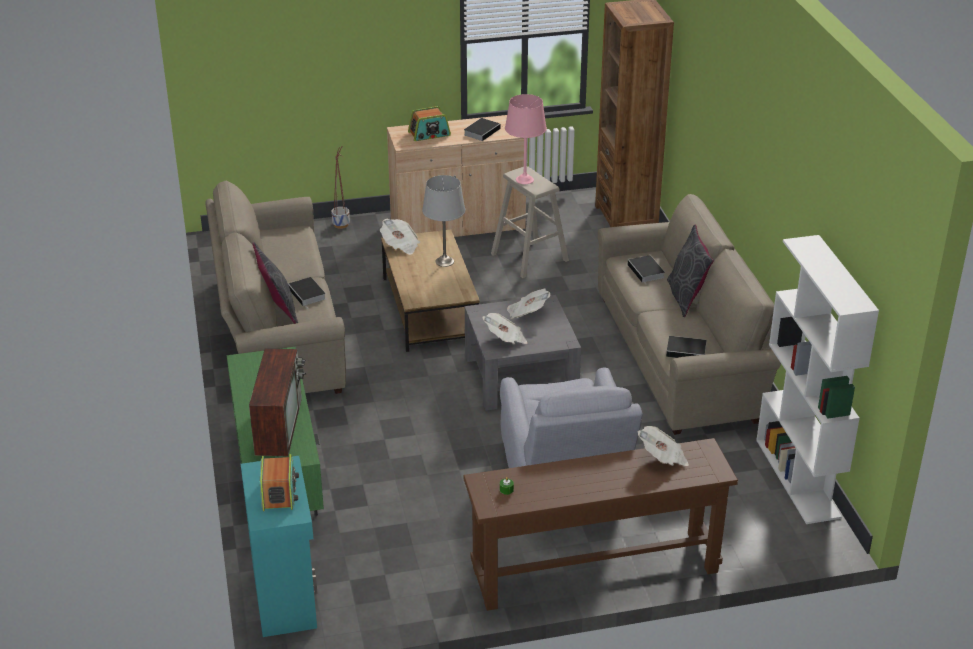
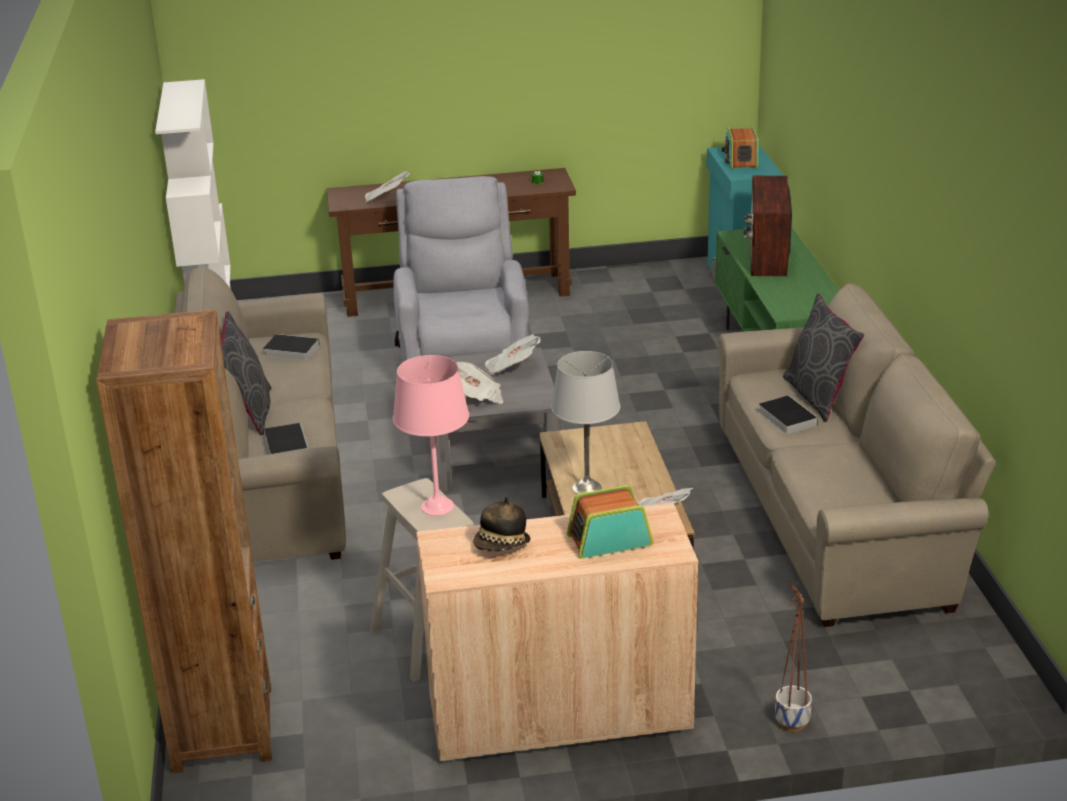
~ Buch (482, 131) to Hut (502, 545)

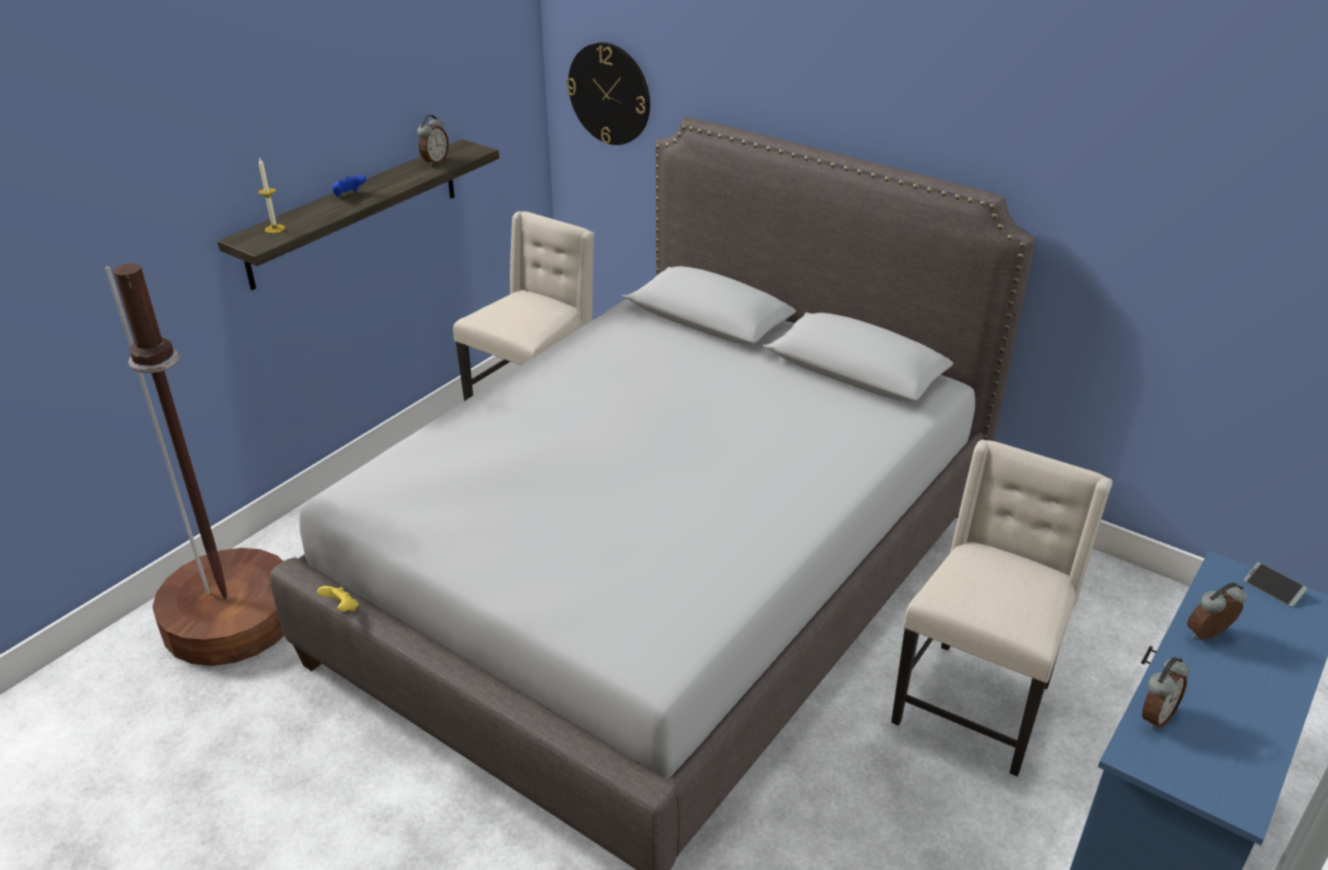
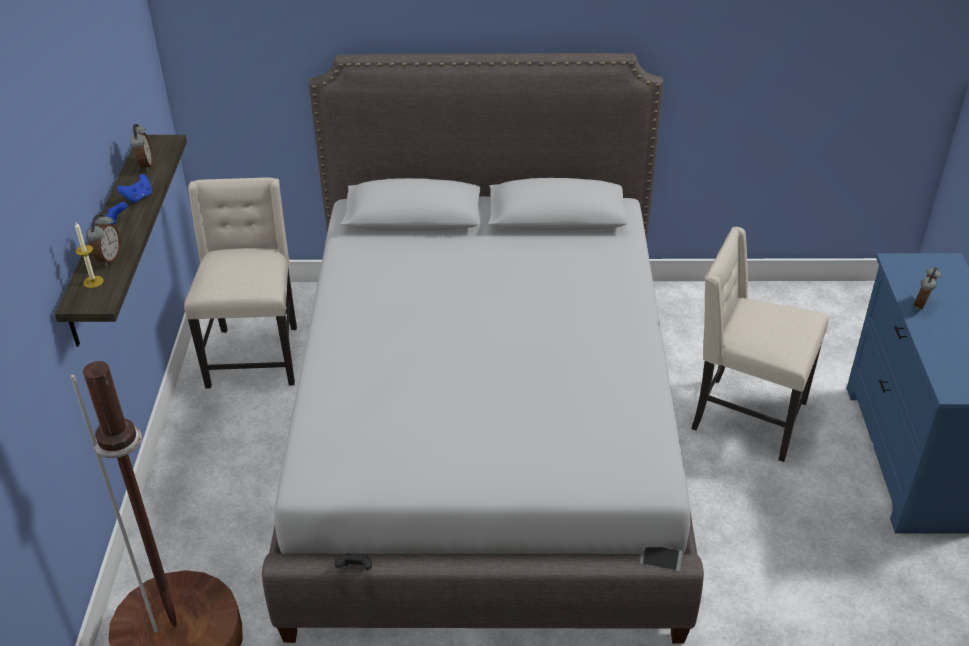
- Wanduhr (609, 94)
+ Gamepad (blau) (138, 198)
~ Wecker (1155, 716) to (109, 258)
~ Handy (1273, 589) to (660, 560)
~ Gamepad (gelb) (341, 608) to Gamepad (schwarz) (355, 569)
~ Stuhl (beige) (975, 703) = (746, 416) 60 degrees counterclockwise

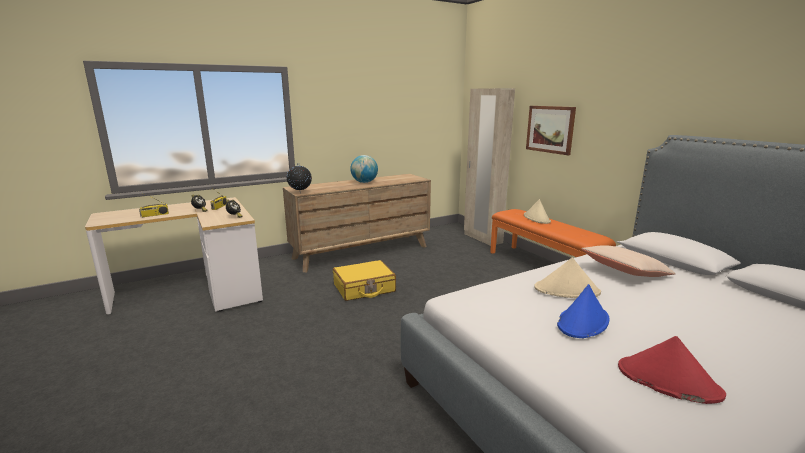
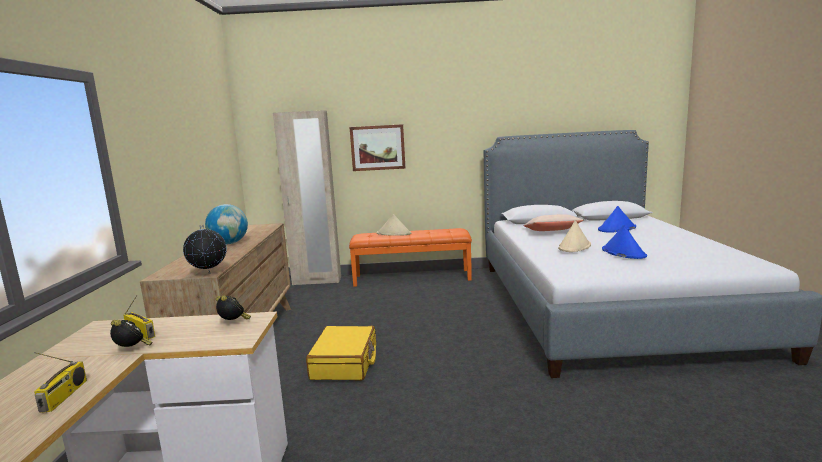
- Hut (rot) (667, 381)
+ Hut (blau) (616, 229)

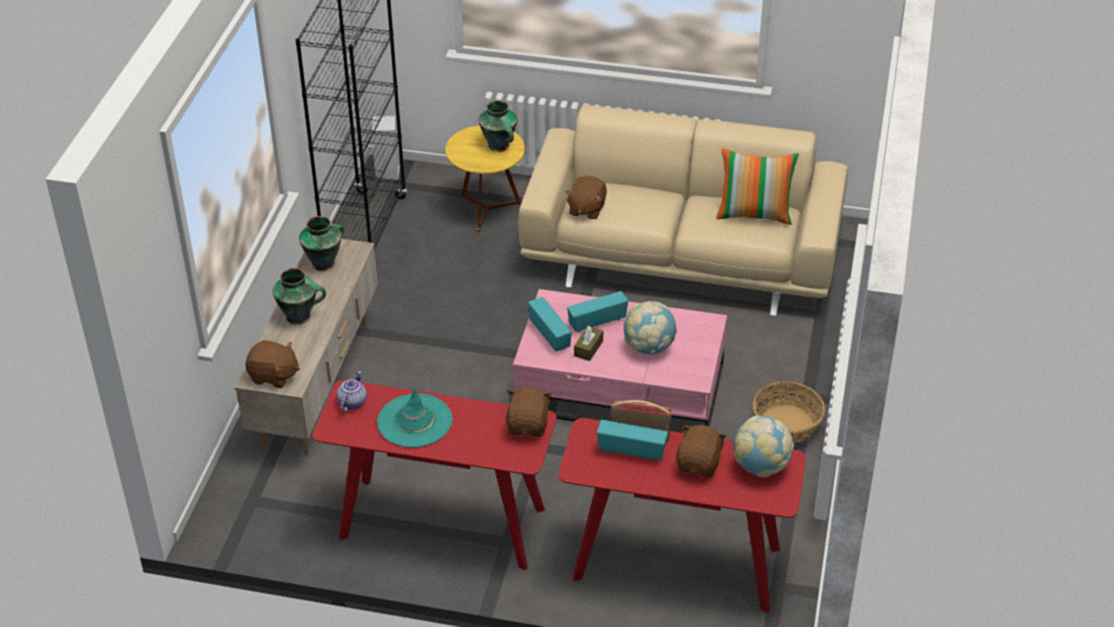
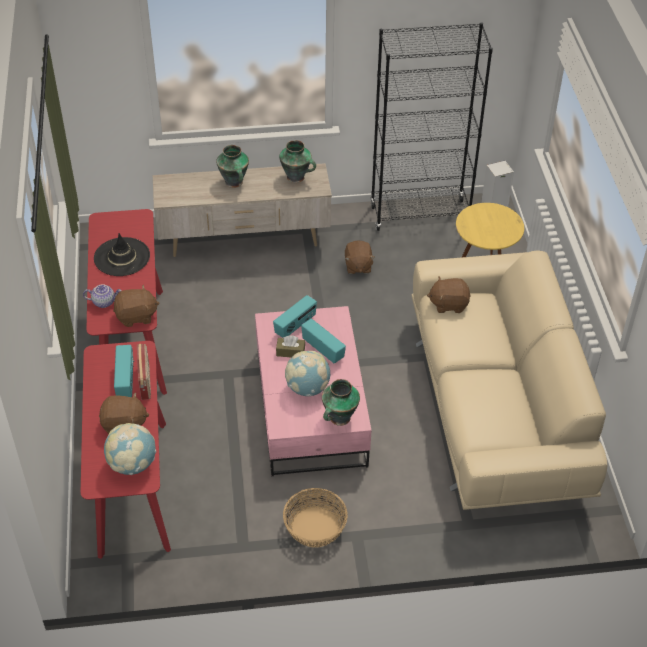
- Kissen (754, 214)
~ Plüschtier (braun) (273, 376) to (358, 266)
~ Teekanne (352, 402) to (104, 302)
~ Vase (499, 146) to (339, 418)
~ Hut (türkis) (414, 421) to Hut (schwarz) (122, 257)

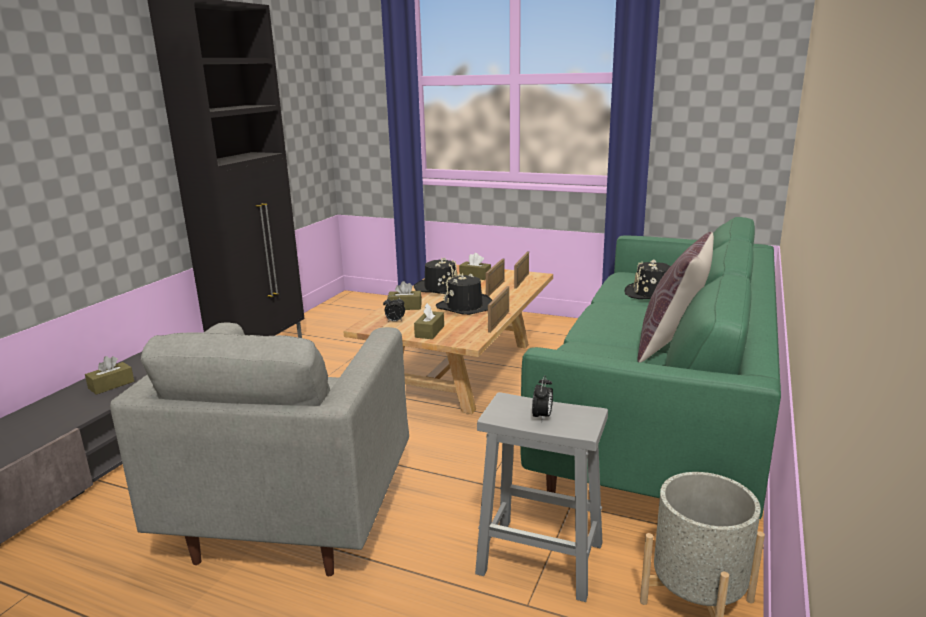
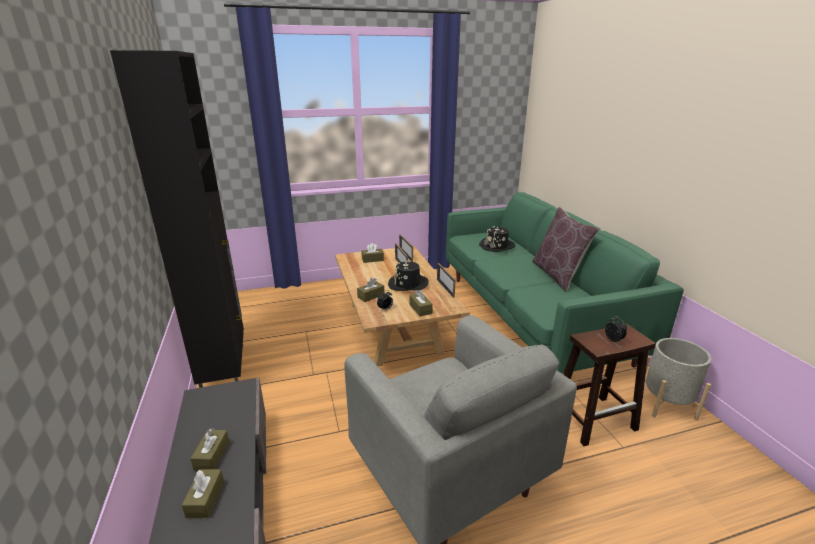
- Hut (schwarz) (440, 288)
+ Taschentuchbox (braun) (205, 499)
~ Hocker (grau) (542, 558) to Hocker (braun) (594, 419)

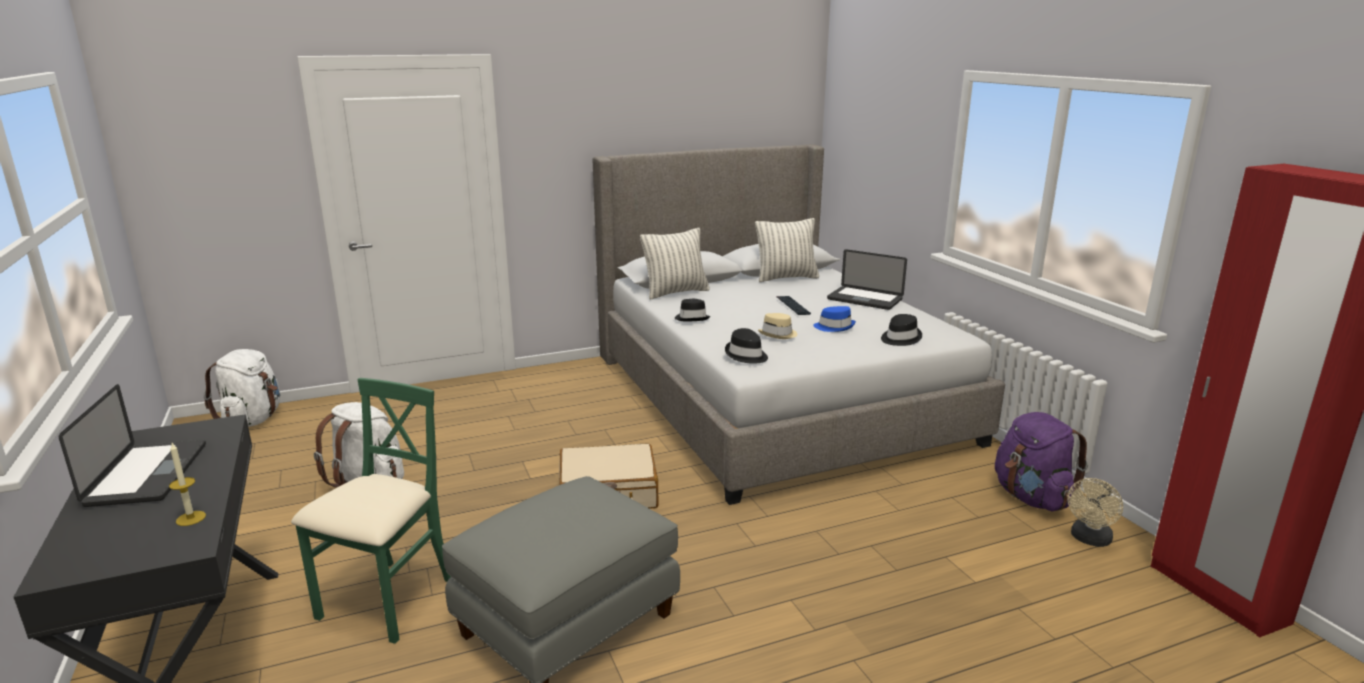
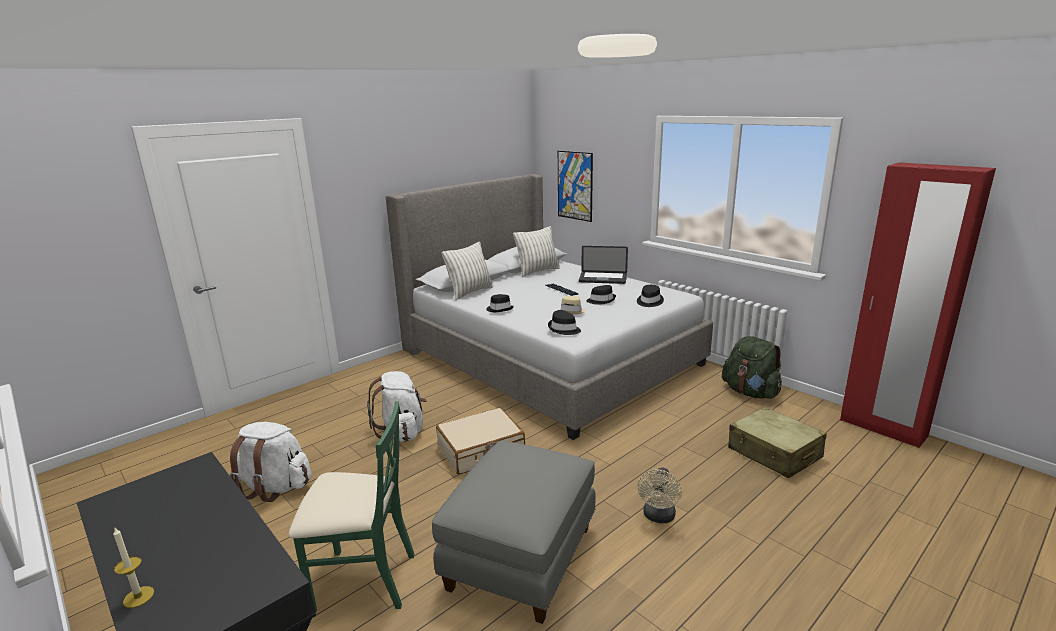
- Laptop (147, 474)
+ Bild (575, 185)
+ Koffer (beige) (774, 453)
~ Kerze (191, 518) to (138, 597)
~ Rucksack (weiß) (252, 420) to (402, 431)
~ Ventilator (beige) (1089, 540) to (658, 517)
~ Hut (blau) (834, 327) to Hut (schwarz) (601, 300)
~ Rucksack (lila) (1031, 497) to Rucksack (grün) (750, 392)
~ Stuhl (grün) (387, 600) = (363, 581) 90 degrees clockwise

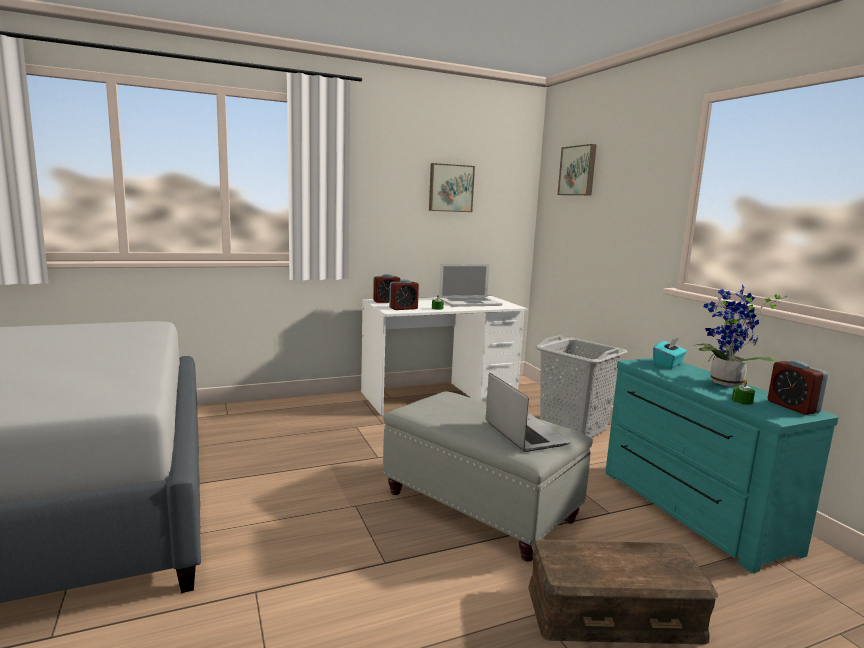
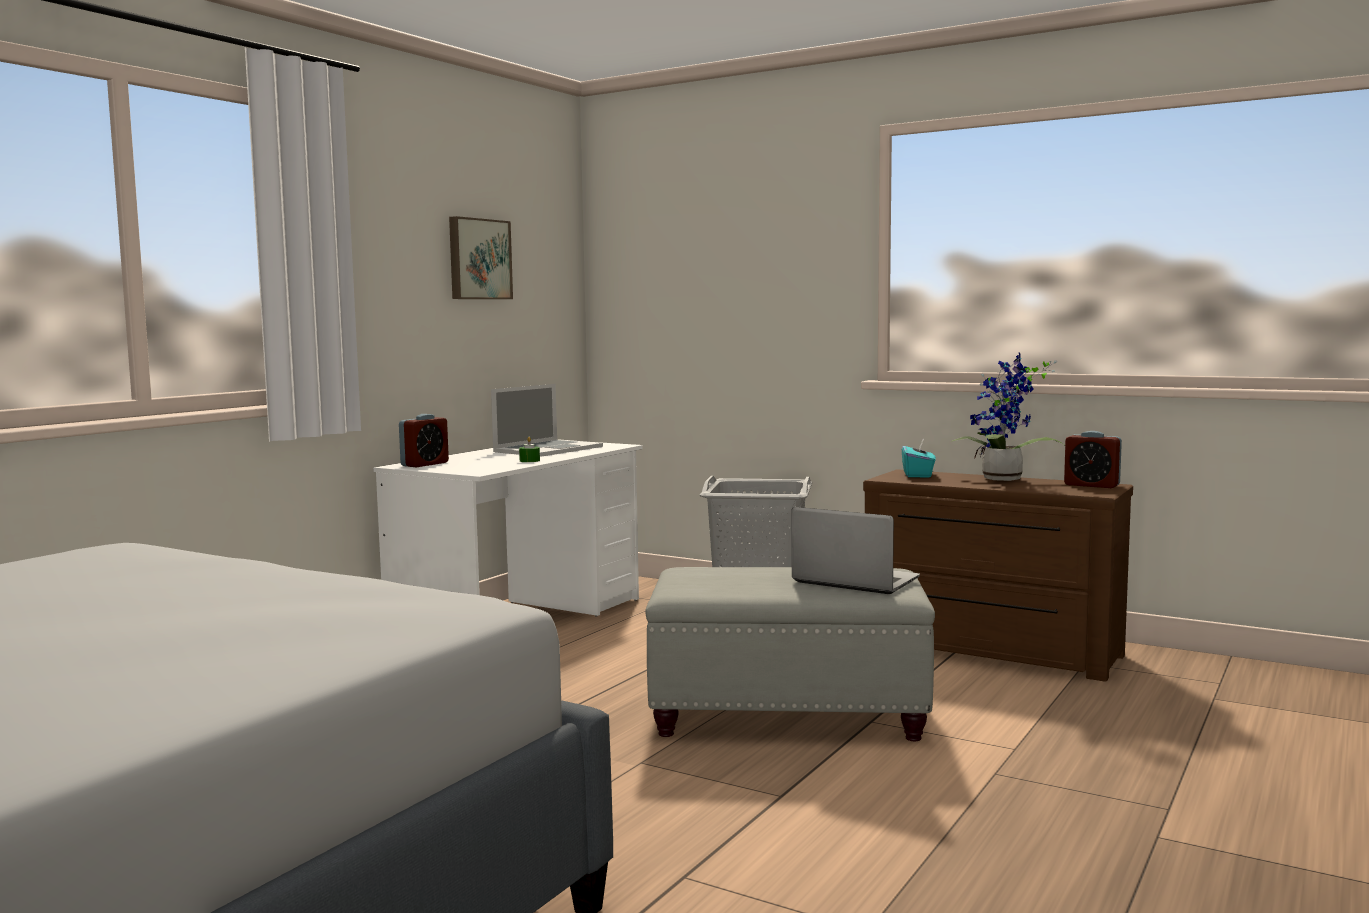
- Wecker (403, 308)
- Aufbewahrungsbox (braun) (613, 611)
- Bild (578, 170)
- Kerze (grün) (742, 401)
~ Kommode (türkis) (690, 510) to Kommode (braun) (989, 651)

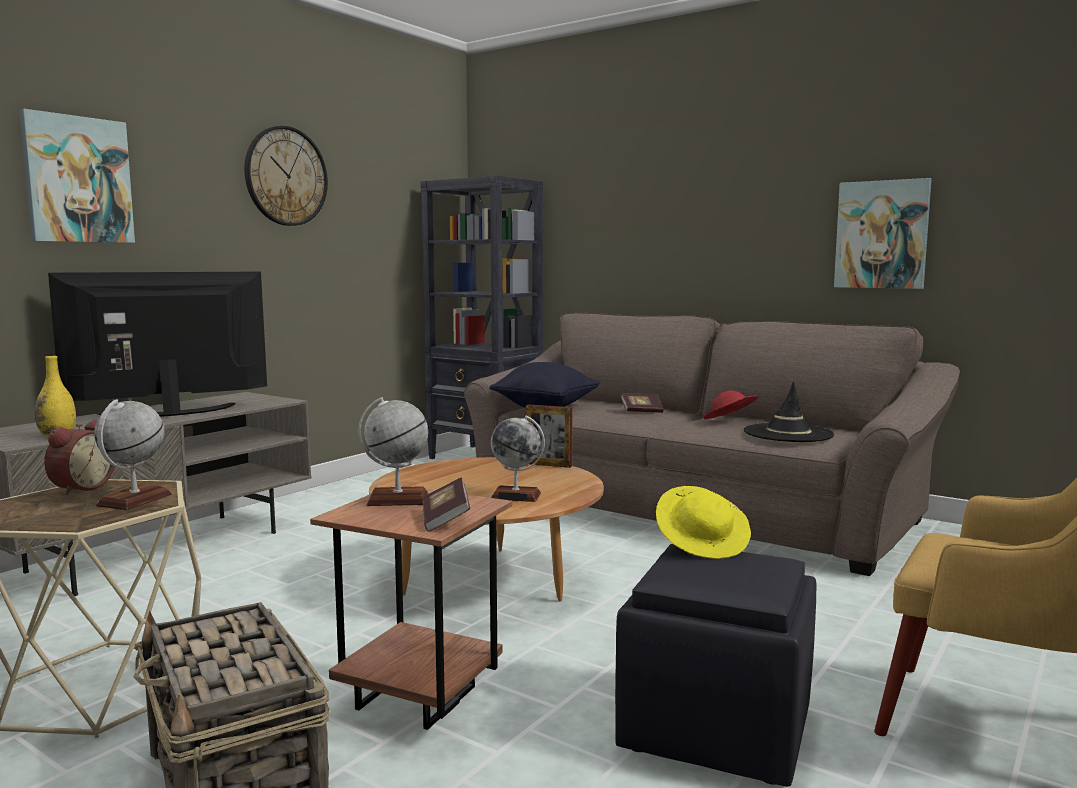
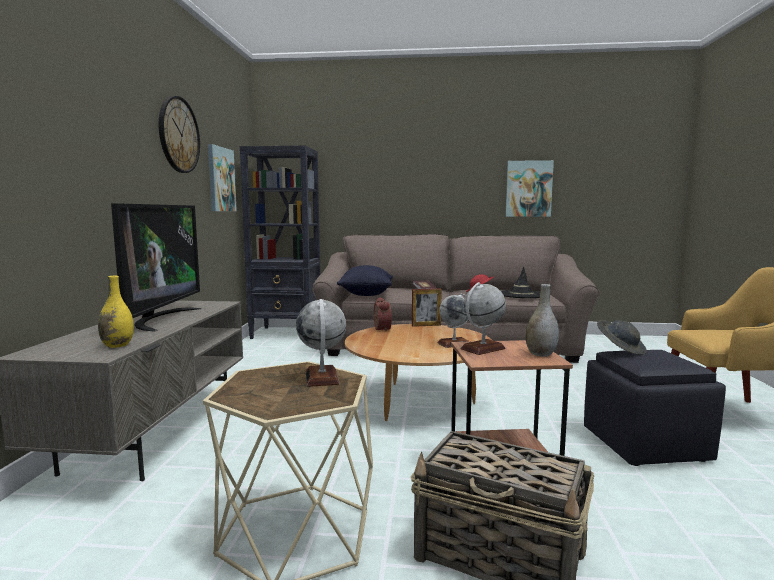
~ Bild (78, 180) to (220, 179)
~ Wecker (80, 488) to (380, 329)
~ Buch (445, 519) to Vase (grau) (541, 354)
~ Hut (gelb) (702, 544) to Hut (grau) (620, 349)
~ Fernseher (170, 413) = (160, 319) 150 degrees clockwise

